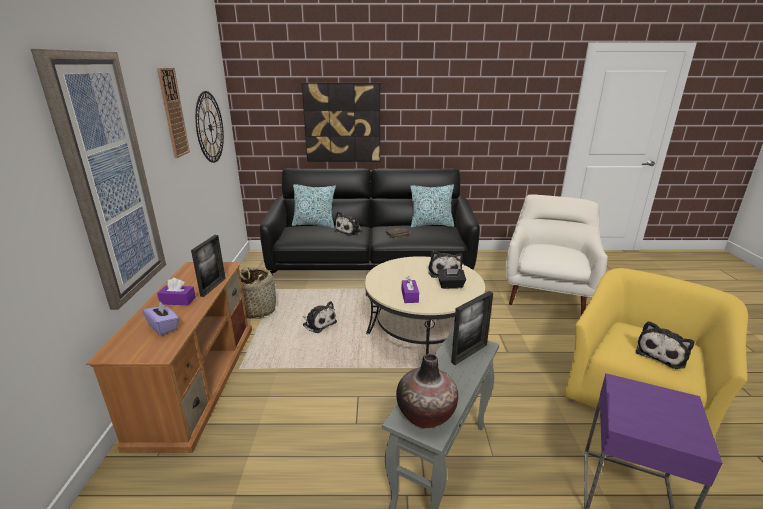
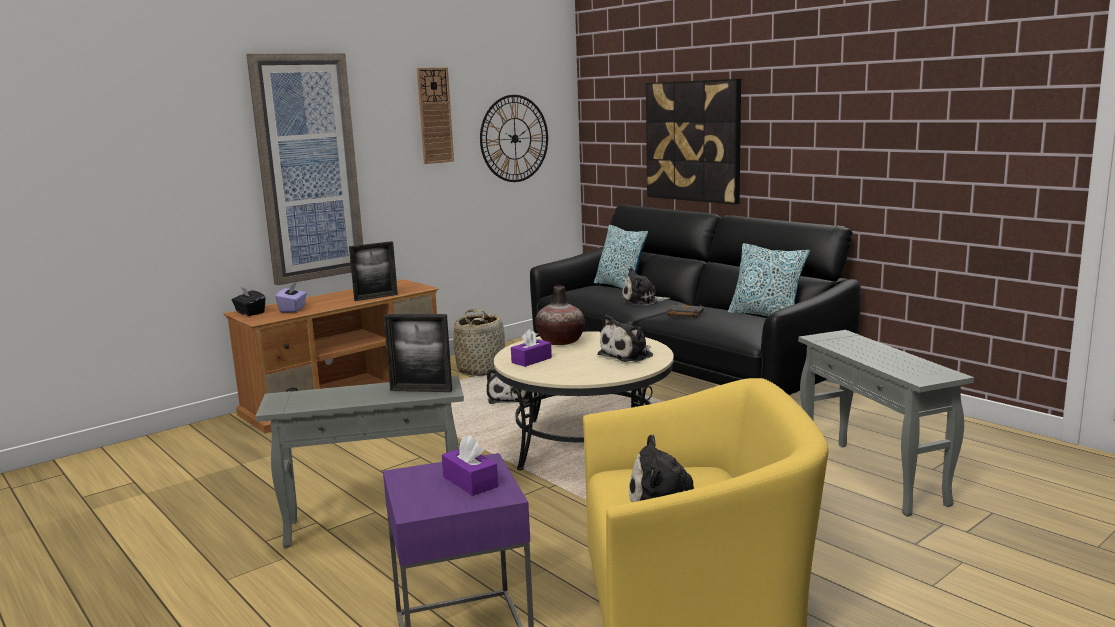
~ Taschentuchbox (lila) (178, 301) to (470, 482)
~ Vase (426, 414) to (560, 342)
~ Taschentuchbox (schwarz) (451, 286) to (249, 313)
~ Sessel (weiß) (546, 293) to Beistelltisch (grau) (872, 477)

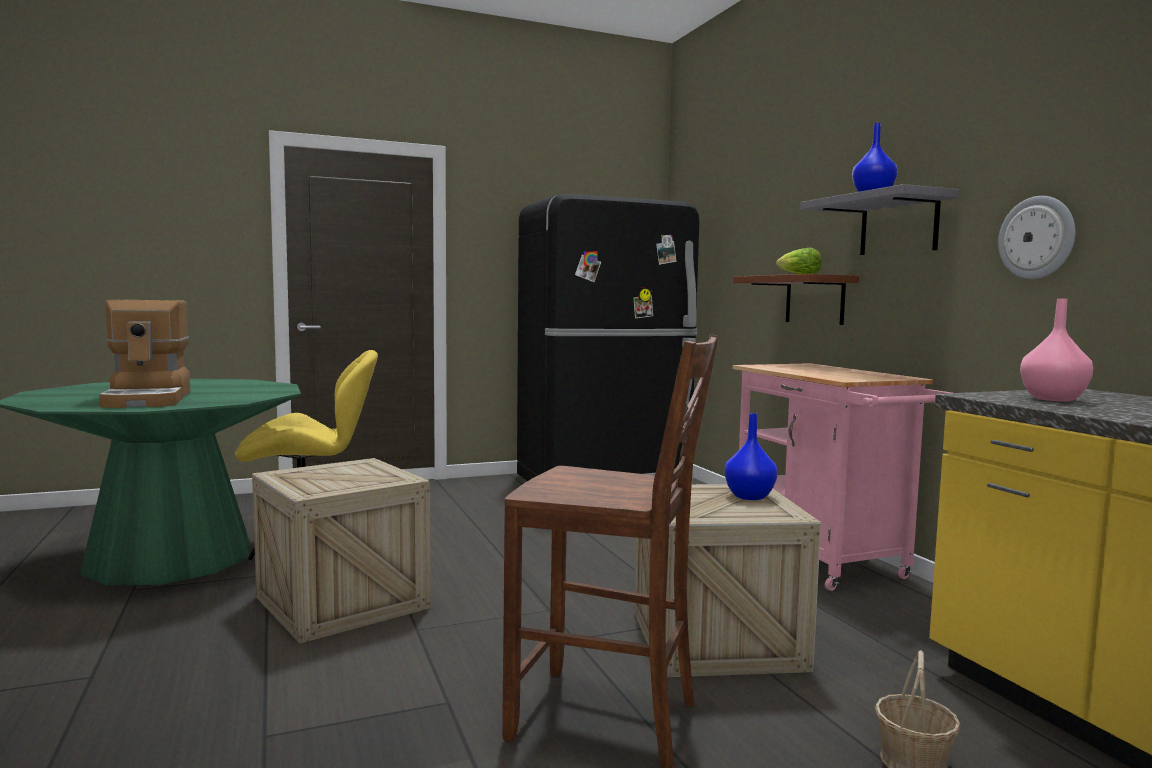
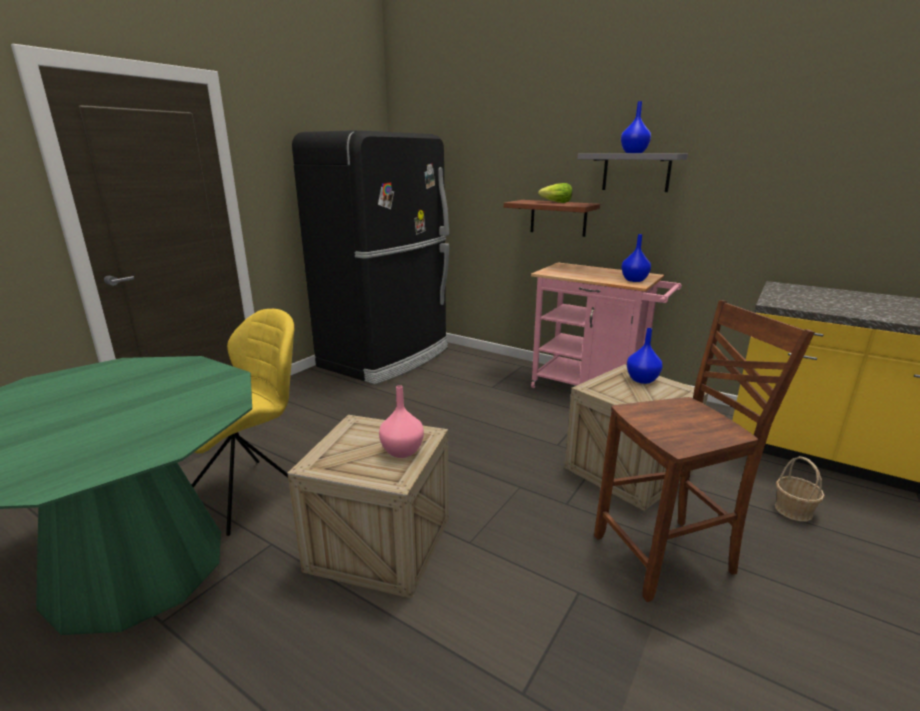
- Kaffeemaschine (149, 399)
- Wanduhr (1037, 238)
+ Vase (blau) (634, 280)
~ Vase (rosa) (1053, 399) to (402, 452)

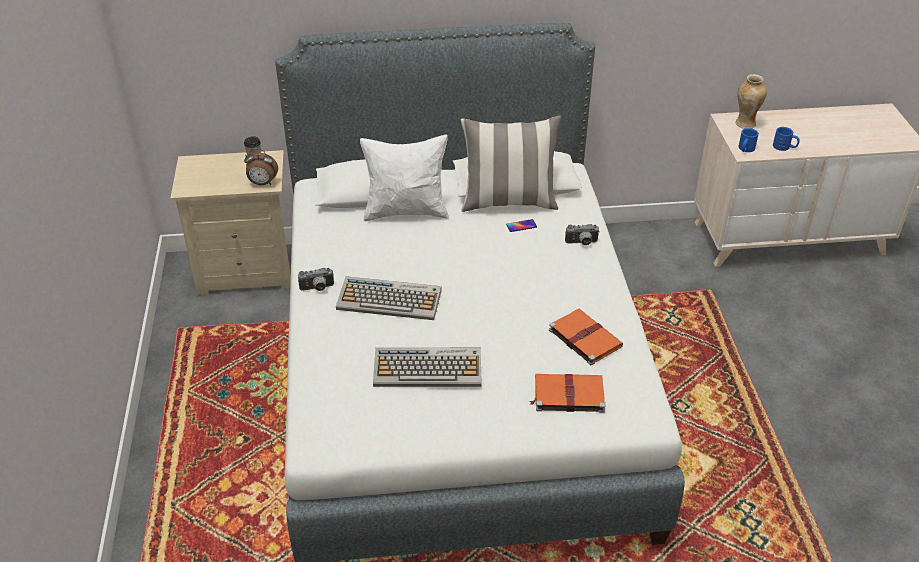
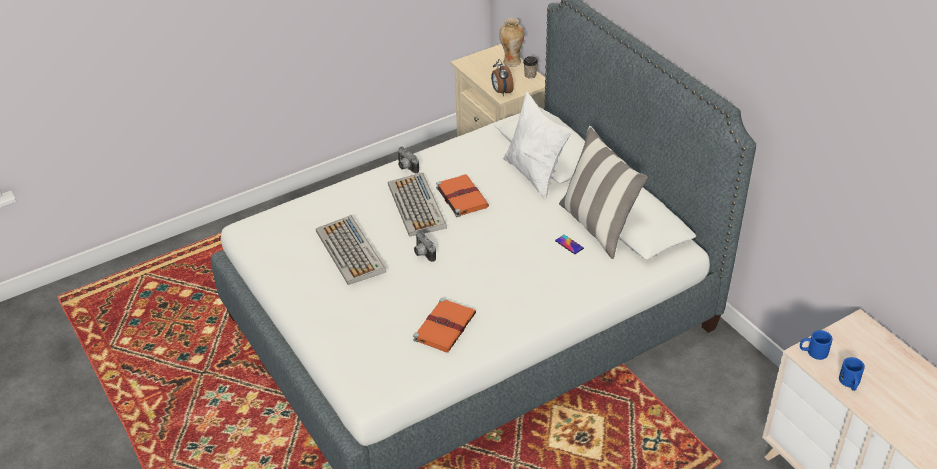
~ Buch (orange) (567, 395) to (461, 196)
~ Kamera (582, 243) to (422, 254)
~ Vase (745, 124) to (511, 62)

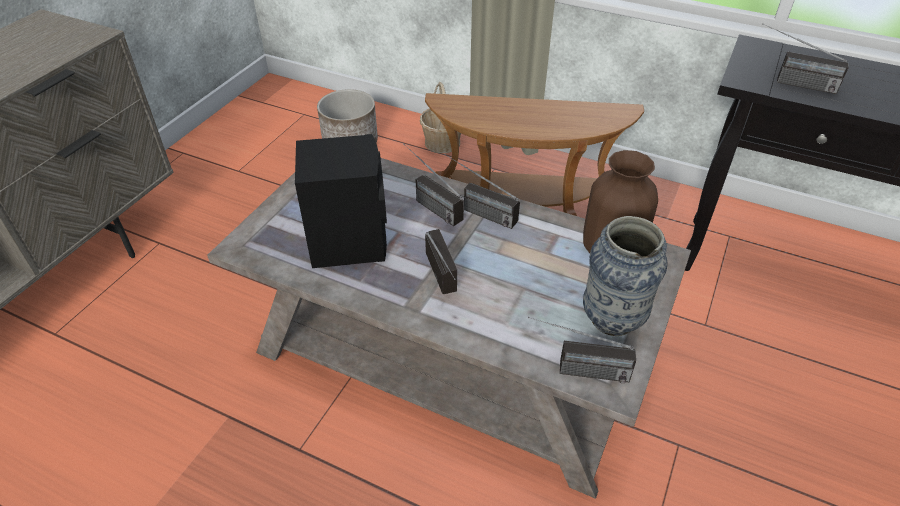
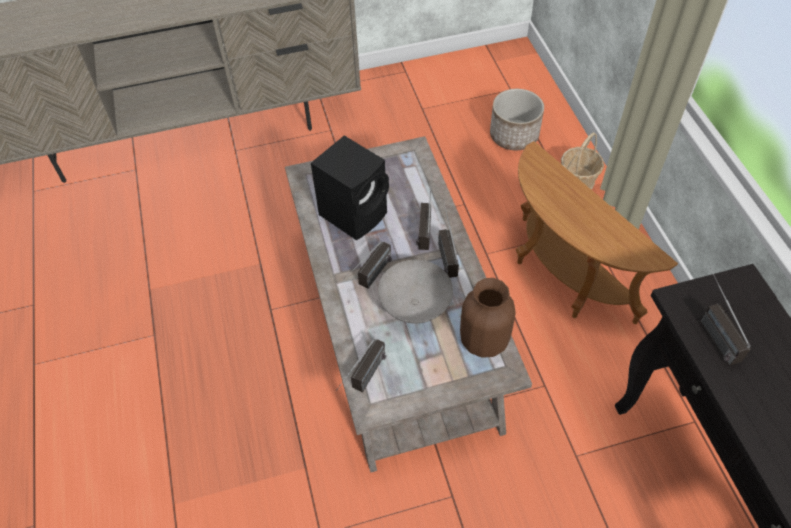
- Vase (612, 320)
+ Schüssel (grau) (415, 306)
~ Radio (575, 370) = (364, 382) 120 degrees counterclockwise

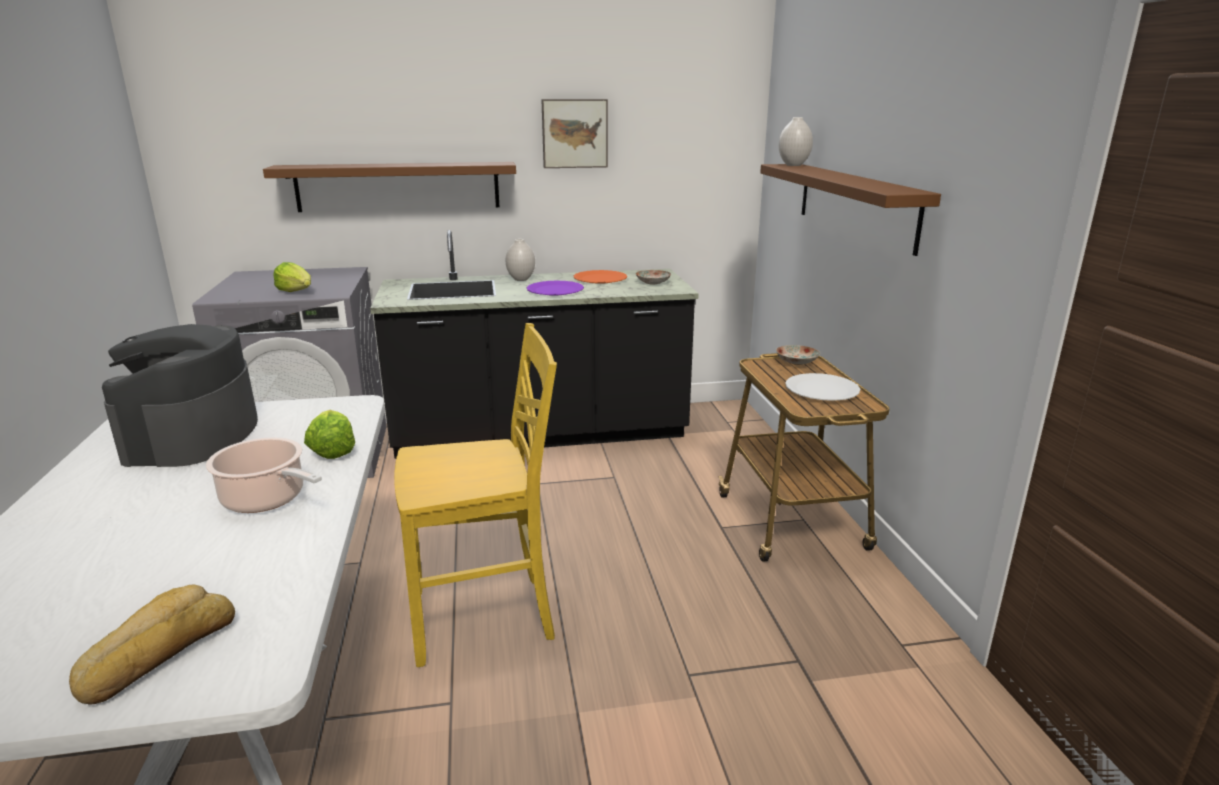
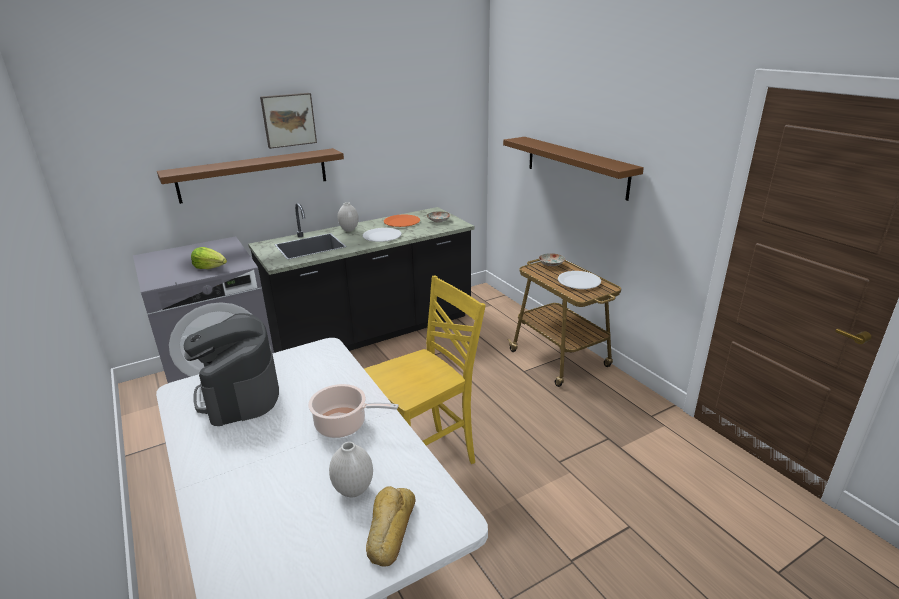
- Salatkopf (332, 450)
~ Bild (574, 133) to (288, 120)
~ Vase (weiß) (793, 165) to (354, 491)
~ Teller (lila) (555, 290) to Teller (weiß) (382, 236)

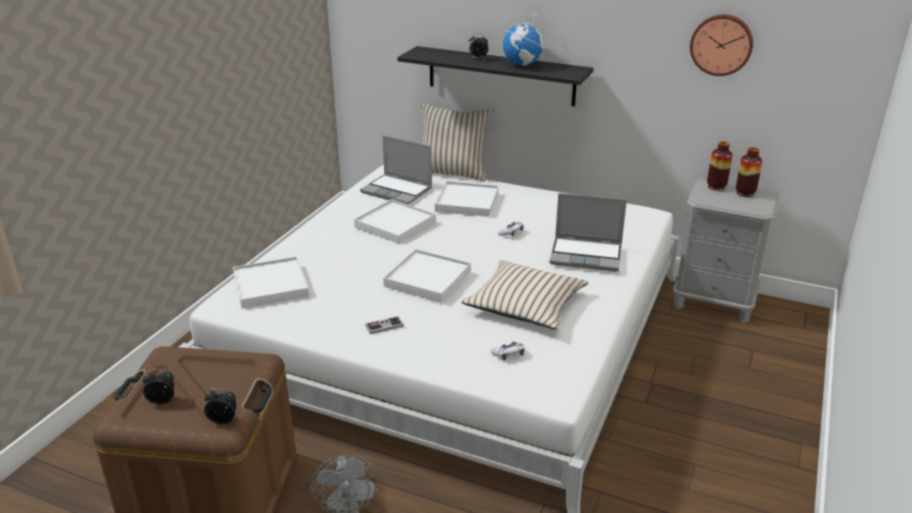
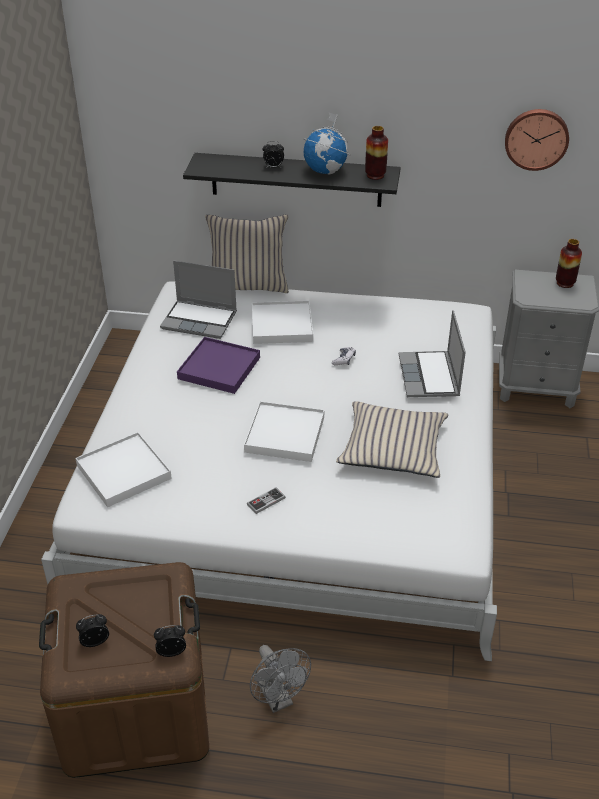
- Gamepad (508, 354)
~ Vase (716, 187) to (375, 175)
~ Tablett (weiß) (395, 224) to Tablett (lila) (219, 368)
~ Laptop (587, 255) = (430, 377) 90 degrees clockwise

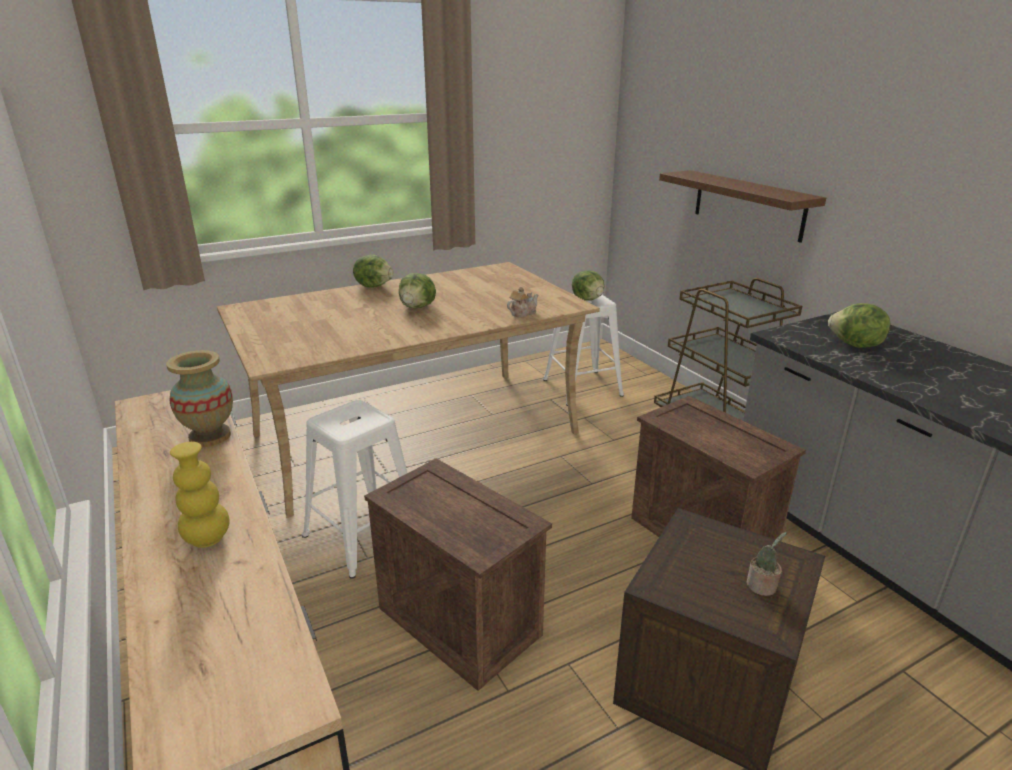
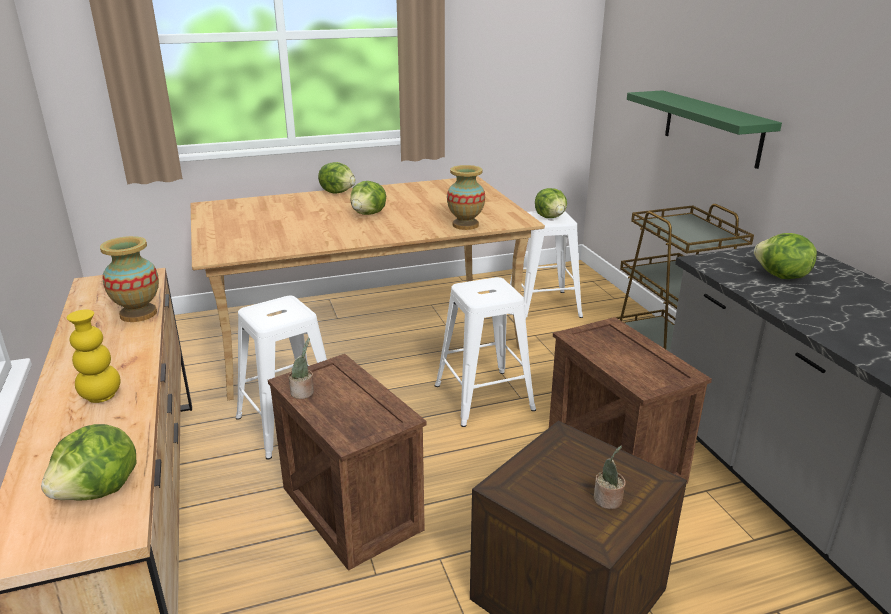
+ Salatkopf (100, 491)
+ Topfpflanze (303, 393)
+ Hocker (weiß) (483, 398)
~ Teekanne (522, 313) to Vase (465, 225)
~ Wandregal (braun) (748, 204) to Wandregal (grün) (712, 127)

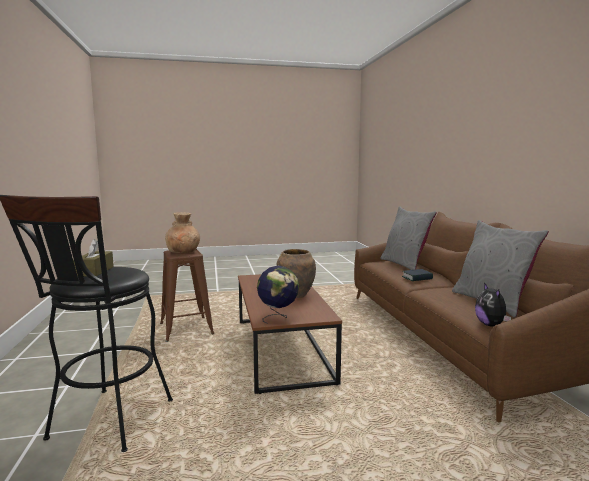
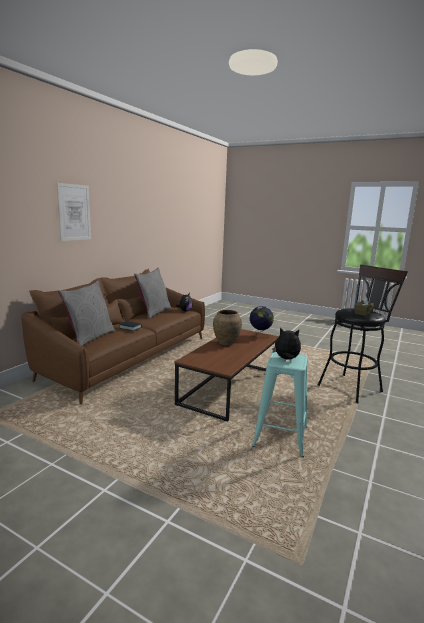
+ Bild (74, 212)
~ Vase (braun) (183, 252) to Plüschtier (286, 359)
~ Hocker (braun) (186, 329) to Hocker (türkis) (280, 437)

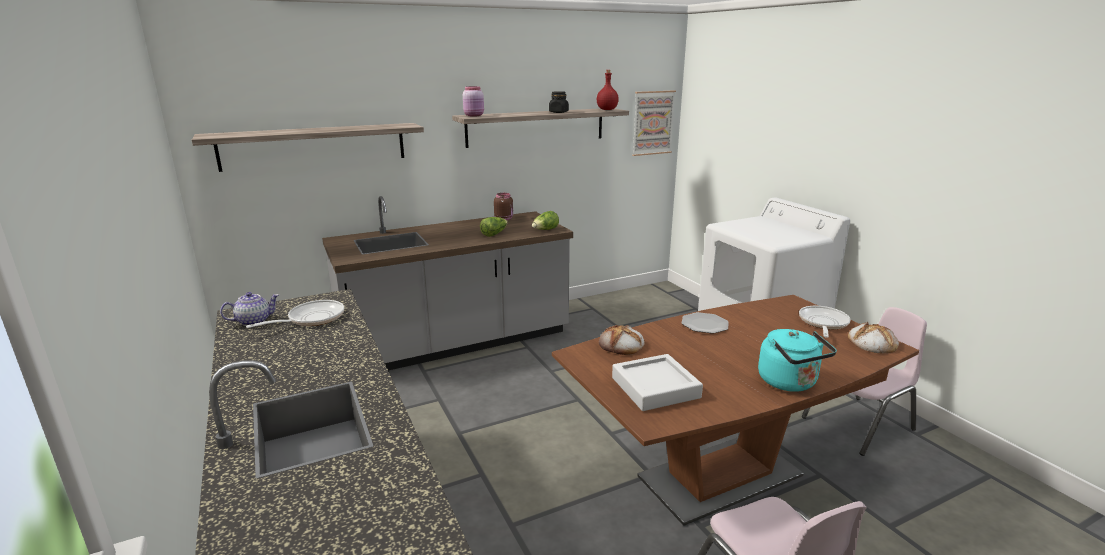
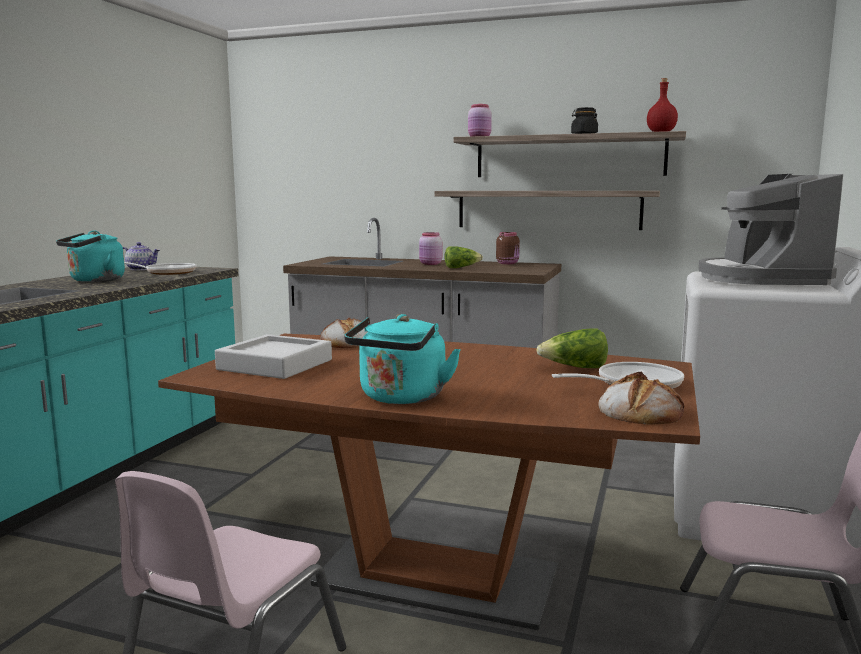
- Bild (653, 123)
- Teller (704, 324)
+ Wasserkessel (türkis) (94, 281)
+ Vorratsglas (rosa) (430, 264)
+ Kaffeemaschine (759, 278)
~ Wandregal (314, 146) to (547, 209)
~ Salatkopf (545, 230) to (574, 368)

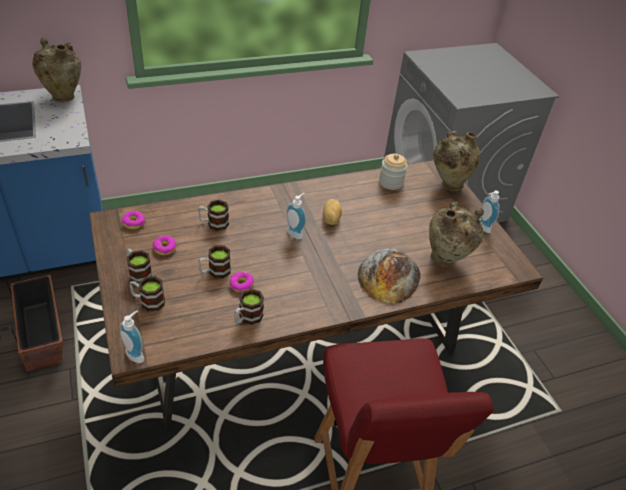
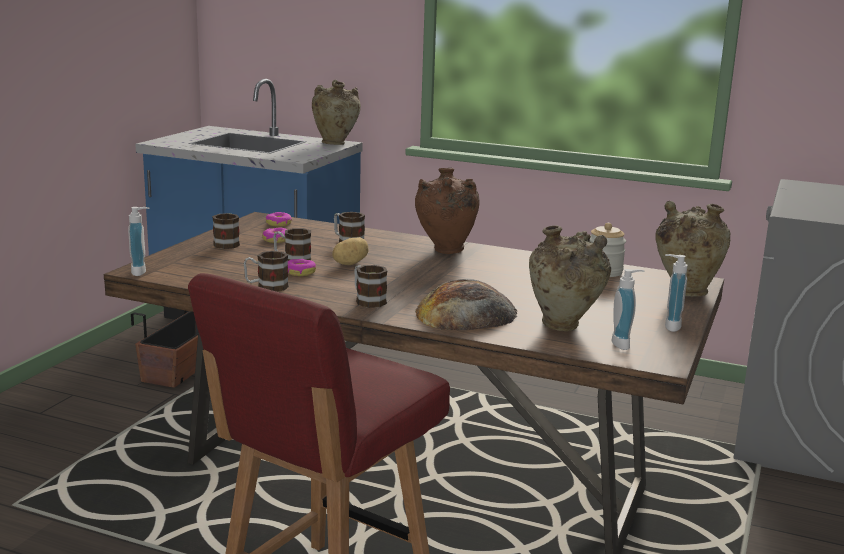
+ Vase (braun) (445, 251)
~ Henkelbecher (148, 301) to (367, 300)
~ Seifenspender (296, 233) to (624, 344)
~ Kartoffel (330, 219) to (349, 263)

